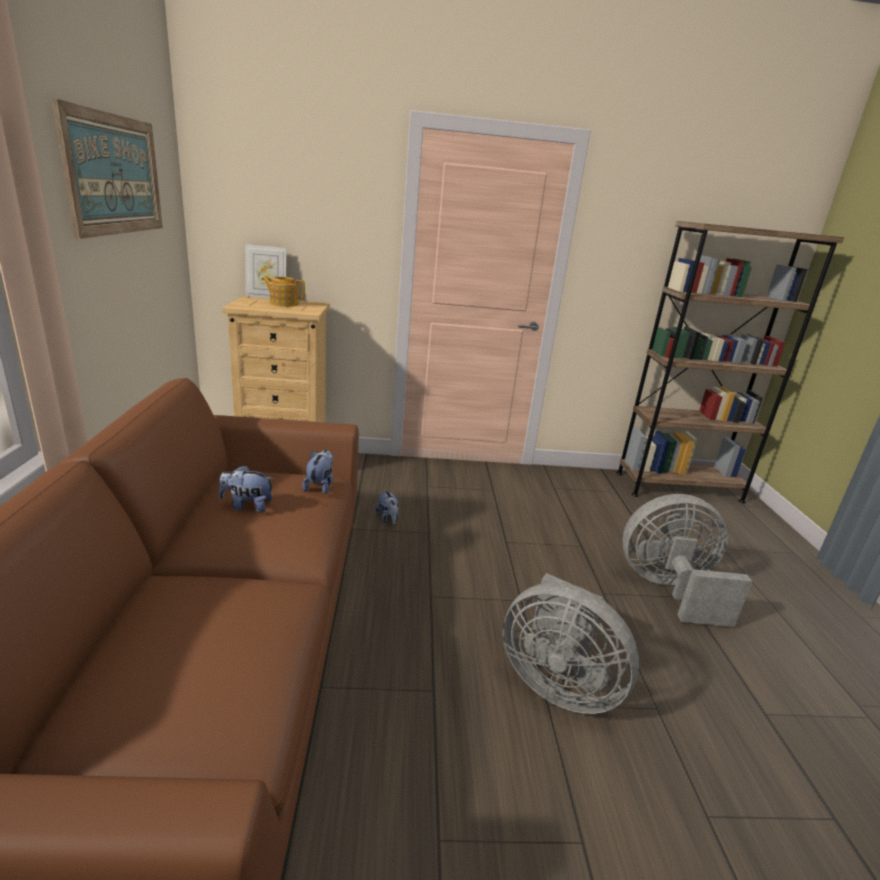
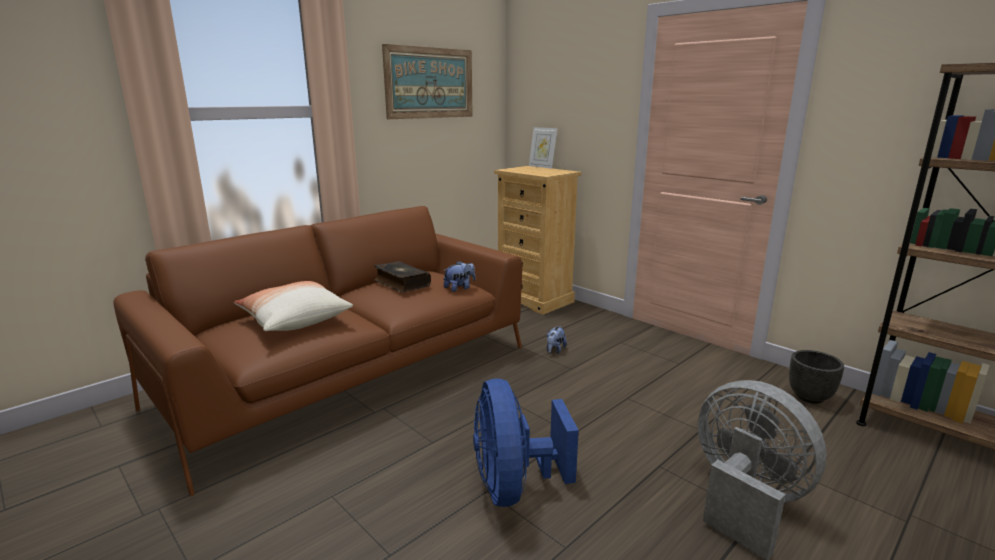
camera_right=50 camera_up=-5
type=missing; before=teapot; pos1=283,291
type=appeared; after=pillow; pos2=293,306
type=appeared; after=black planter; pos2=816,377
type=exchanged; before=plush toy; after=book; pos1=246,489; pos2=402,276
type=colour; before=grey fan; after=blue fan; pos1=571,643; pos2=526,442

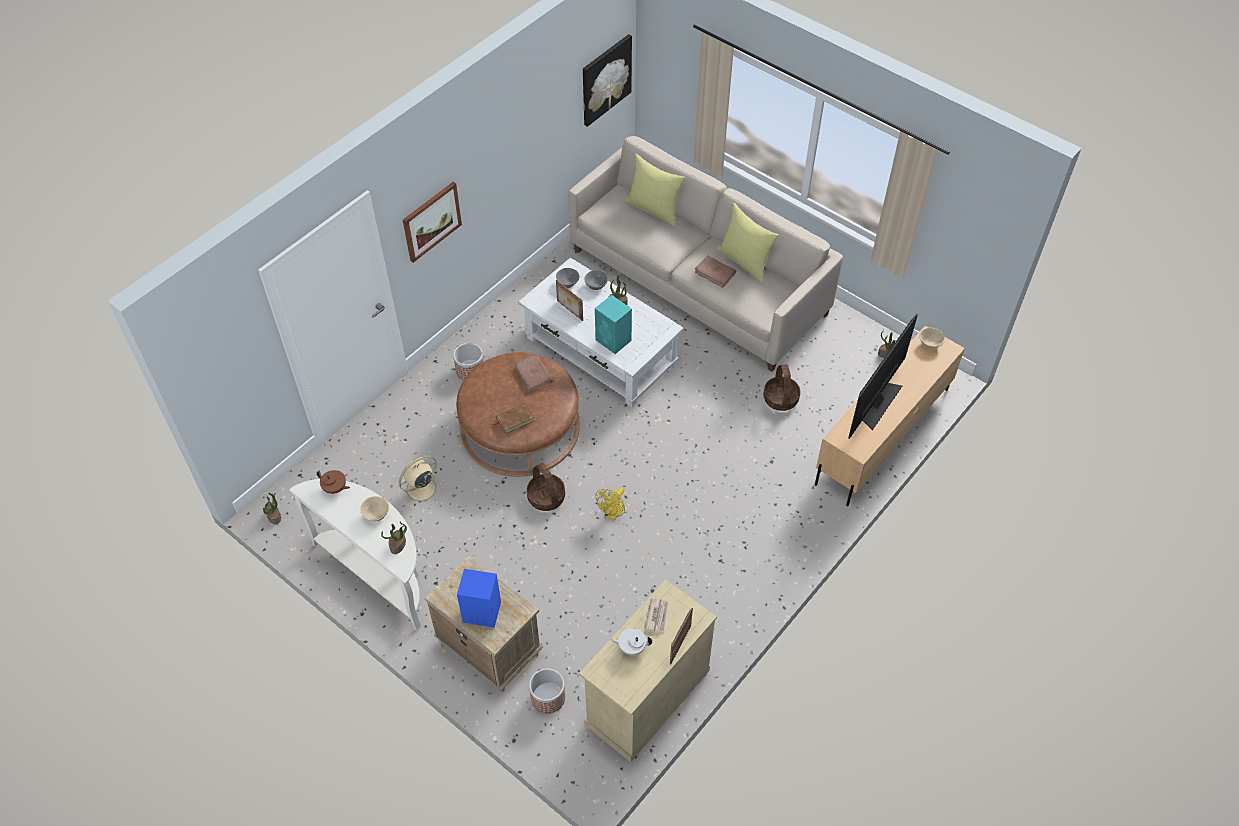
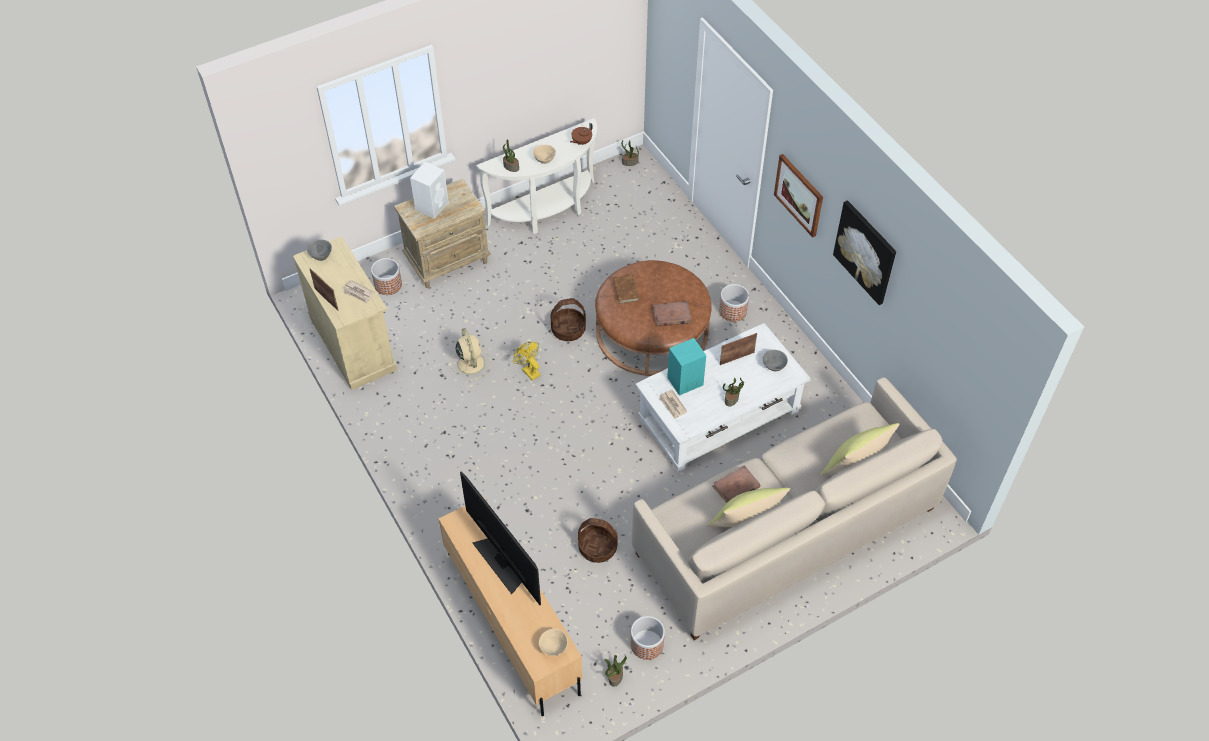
camera_right=110 camera_up=0
type=missing; before=white teapot; pos1=631,641
type=appeared; after=planter; pos2=647,638
type=appeared; after=newspaper; pos2=673,404
type=relocated; before=beige fan; pos1=421,482; pos2=470,354
type=relocated; before=picture; pos1=607,80; pos2=864,252
type=relocated; before=grey bowl; pos1=596,280; pos2=319,250
type=colour; before=blue speaker; after=white speaker; pos1=479,598; pos2=429,190

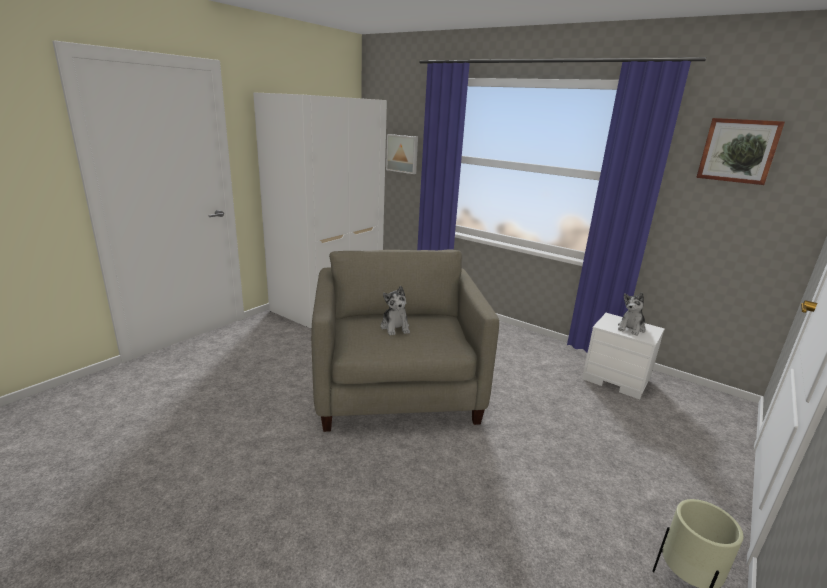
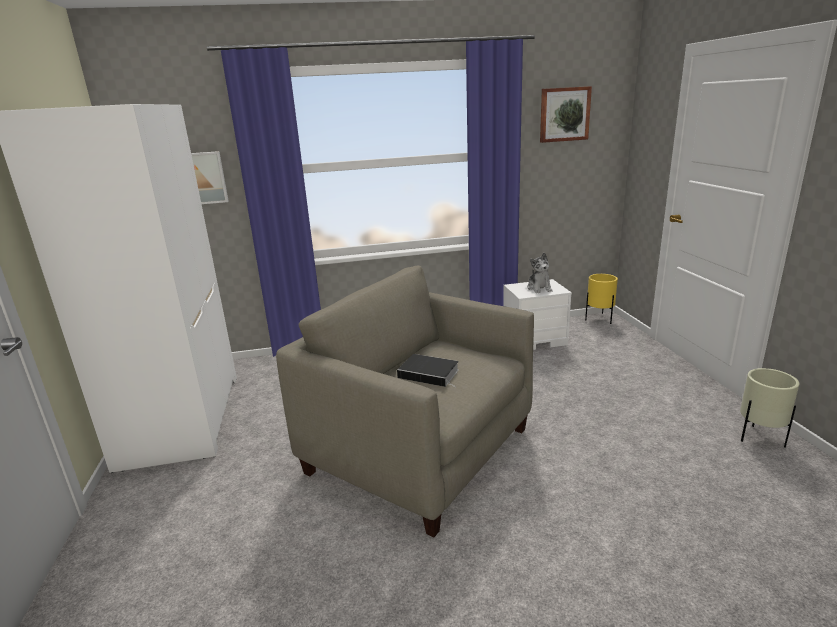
camera_right=-45 camera_up=0
type=appeared; after=yellow planter; pos2=601,299
type=exchanged; before=plush toy; after=book; pos1=395,310; pos2=428,370

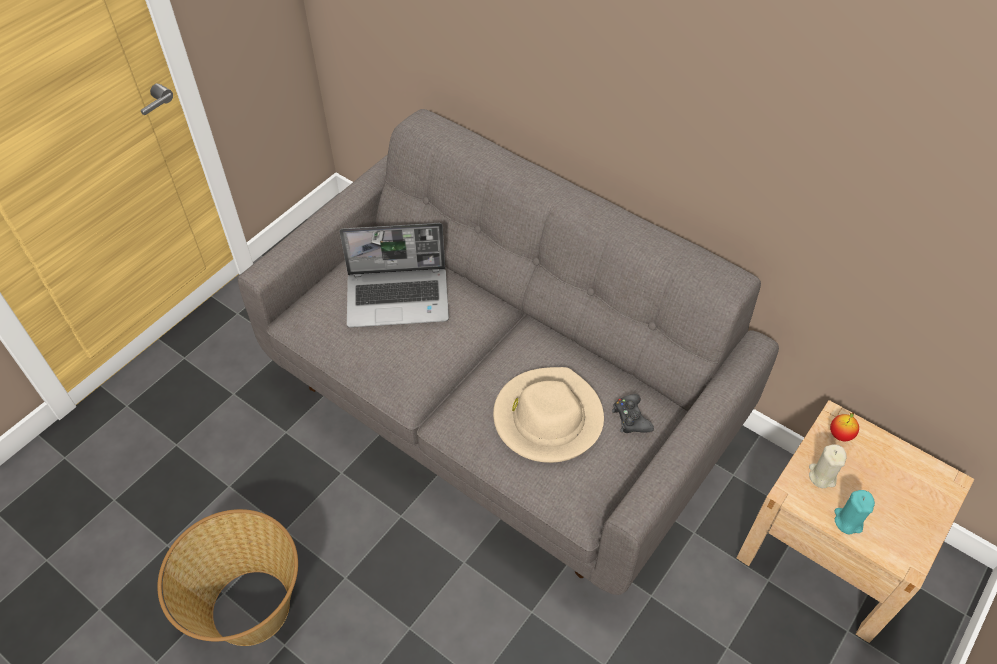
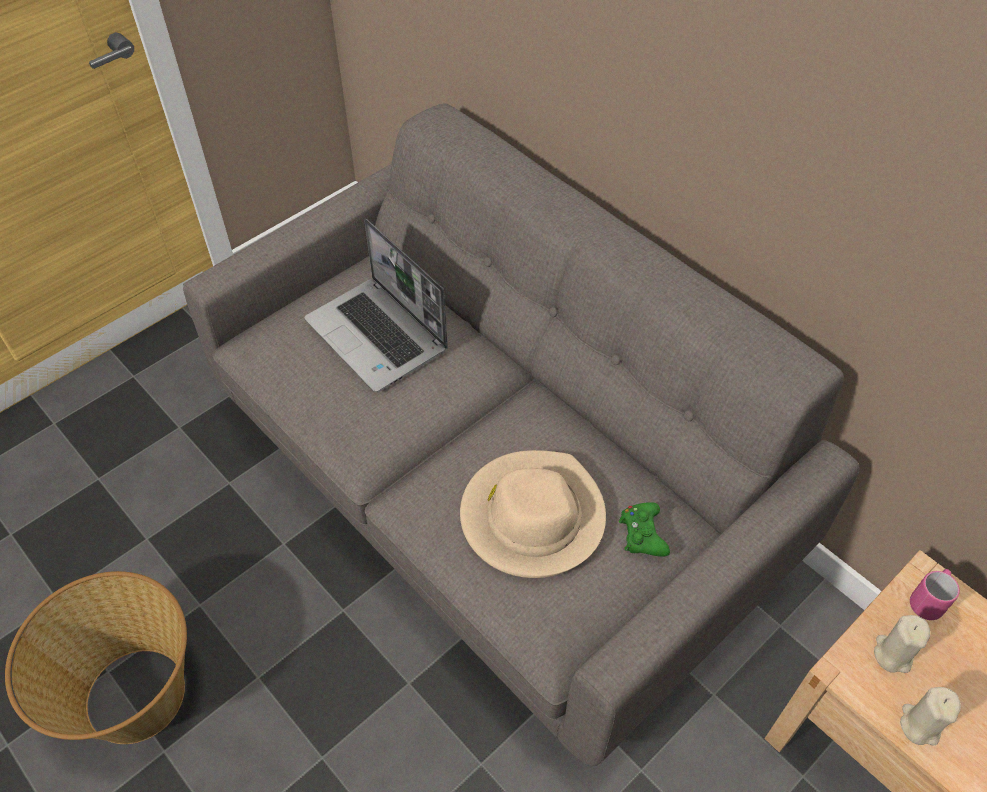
camera_right=10 camera_up=0
type=exchanged; before=apple; after=pink mug; pos1=844,427; pos2=935,594
type=colour; before=black game controller; after=green game controller; pos1=633,413; pos2=644,529
type=colour; before=turquoise candle; after=beige candle; pos1=855,512; pos2=930,716
type=spun; before=laptop; pos1=394,275; pos2=376,305; turn=45

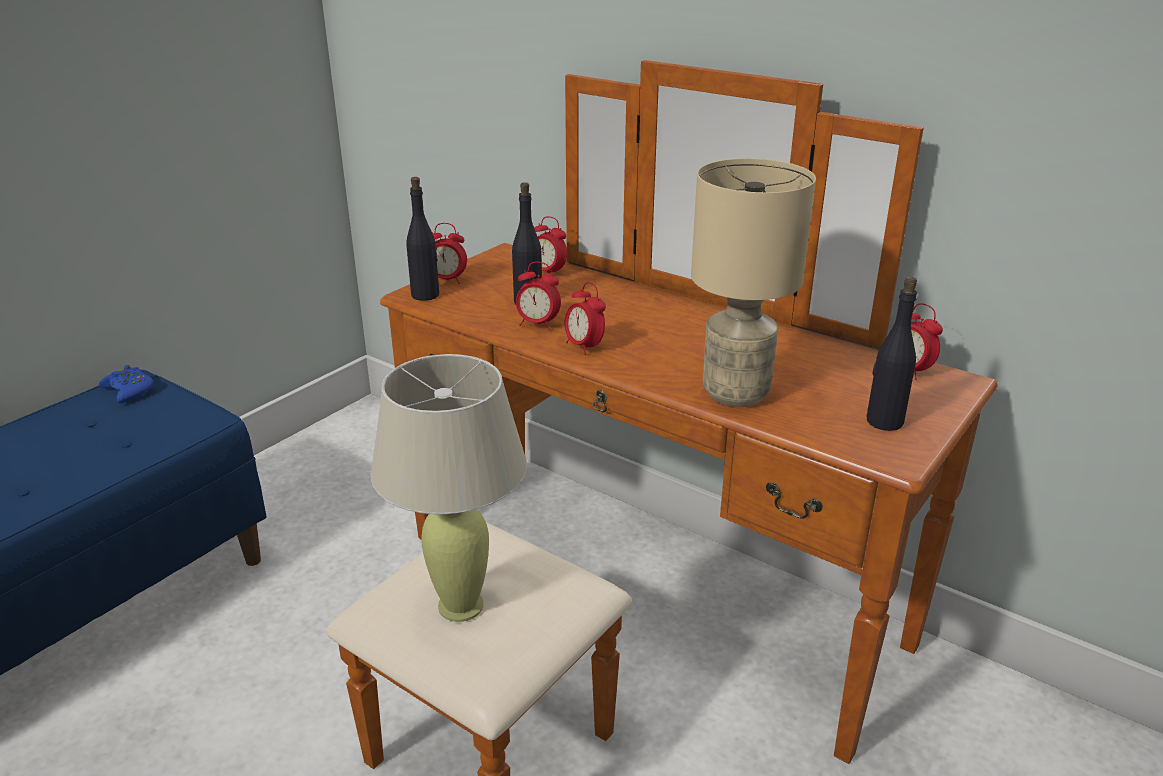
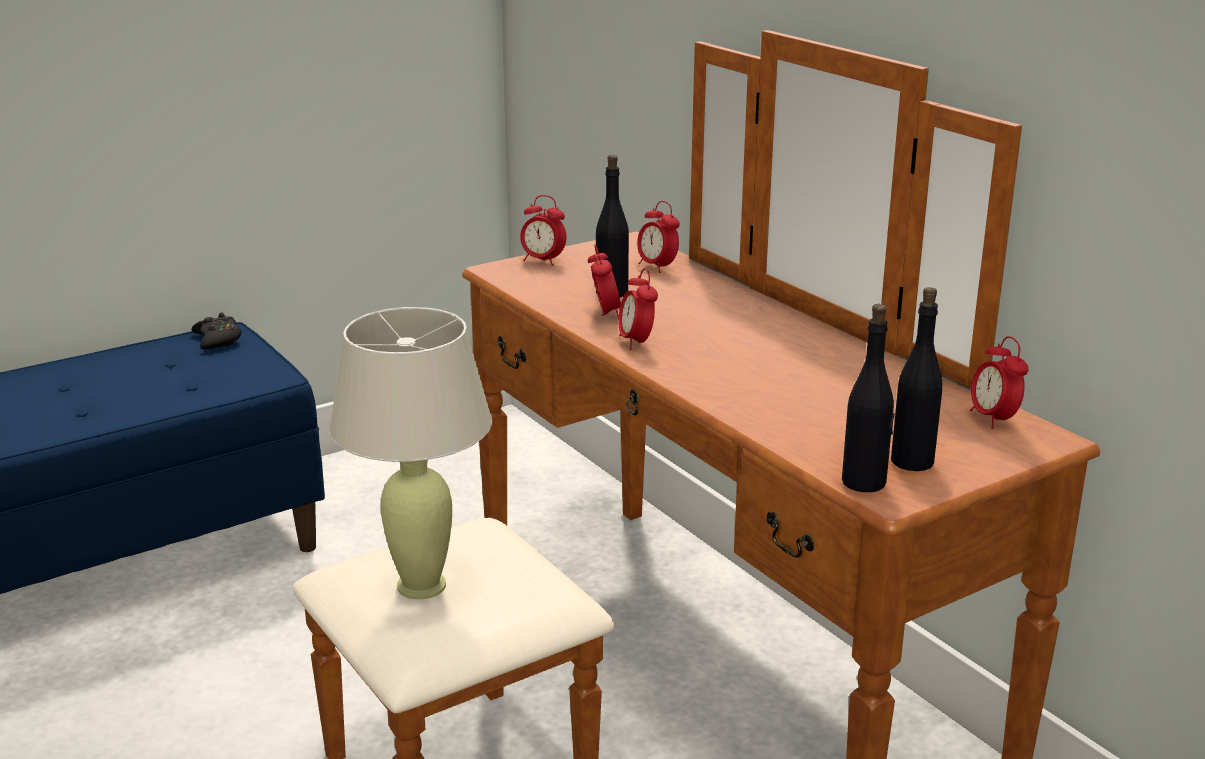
camera_right=20 camera_up=-5
type=missing; before=beige table lamp; pos1=753,282
type=relocated; before=black bottle; pos1=422,239; pos2=868,398
type=colour; before=blue game controller; after=black game controller; pos1=126,384; pos2=216,330
type=spun; before=alarm clock; pos1=538,296; pos2=604,281; turn=-135

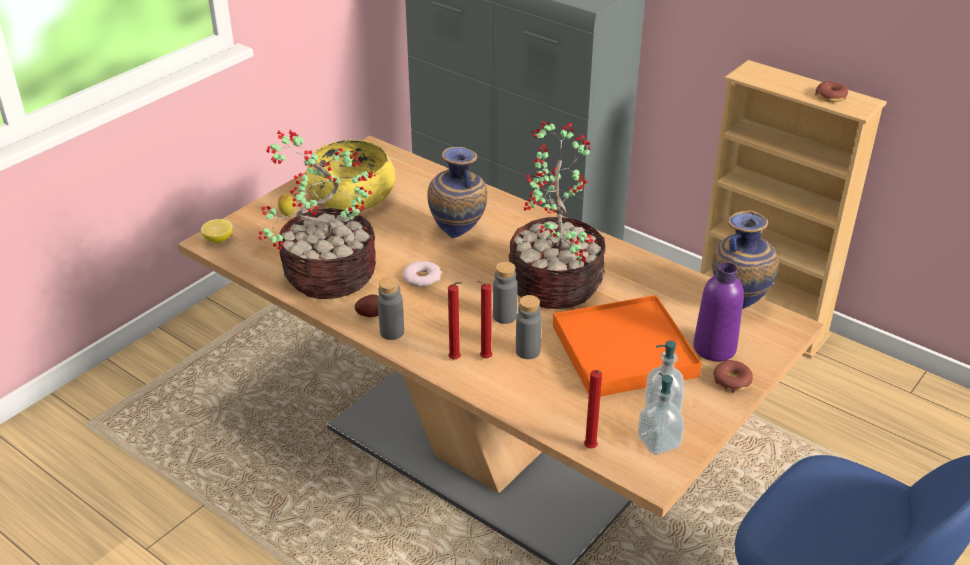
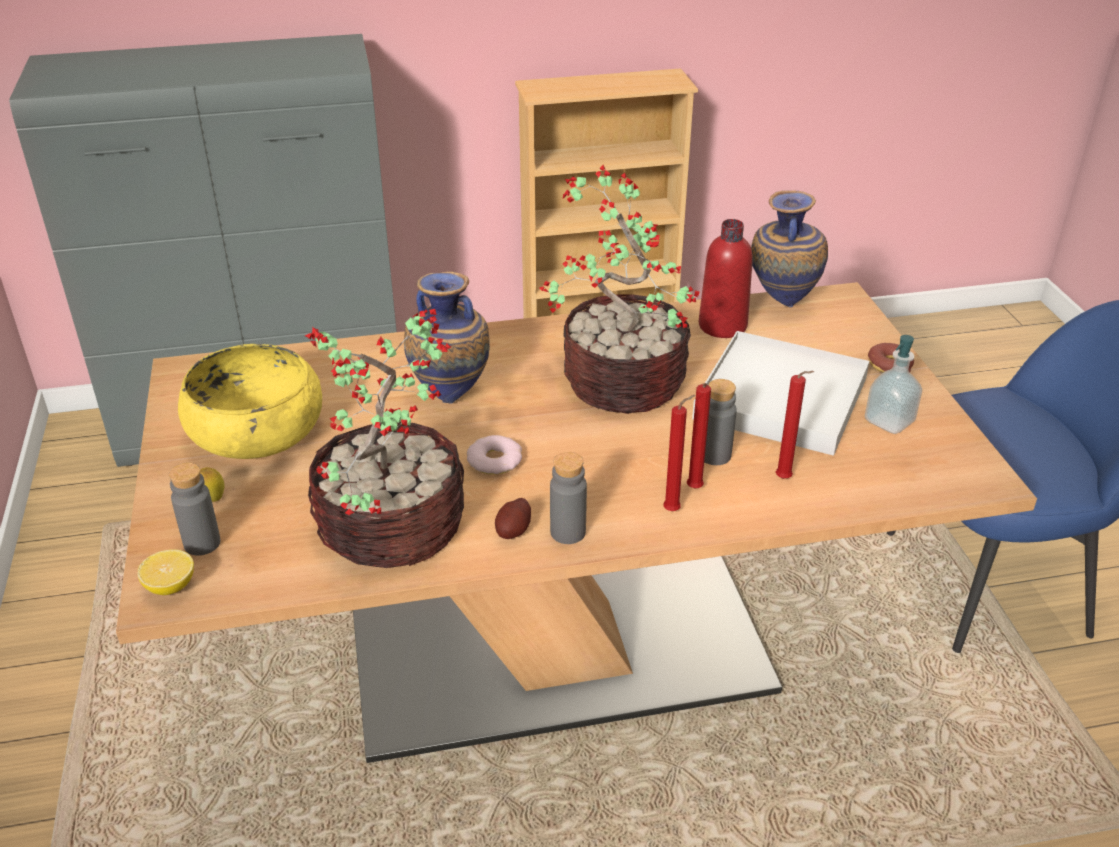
camera_right=-50 camera_up=0
type=missing; before=soap dispenser; pos1=661,414
type=missing; before=purple bottle; pos1=718,311
type=missing; before=donut; pos1=831,91
type=appeared; after=red bottle; pos2=726,278
type=relocated; before=grey bottle; pos1=505,292; pos2=195,509
type=relocated; before=red candle; pos1=593,409; pos2=795,425
type=colour; before=orange tray; after=white tray; pos1=627,346; pos2=780,393

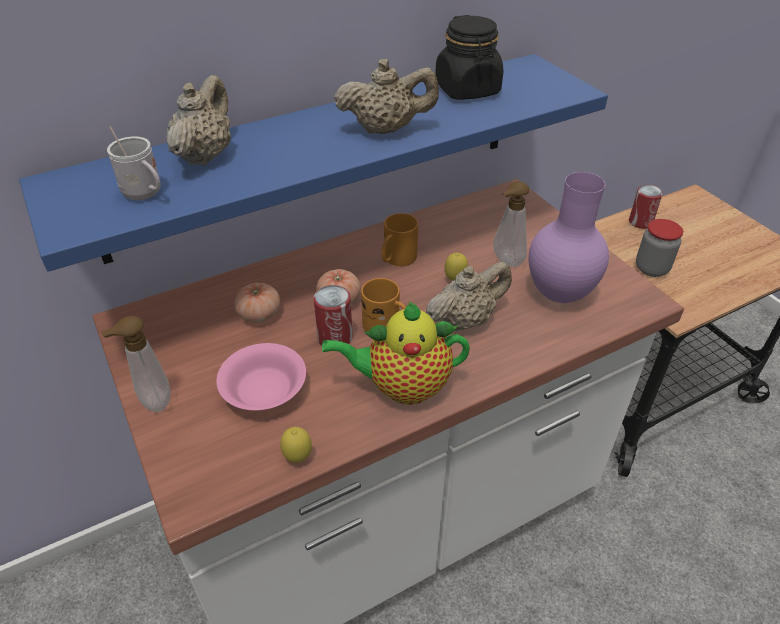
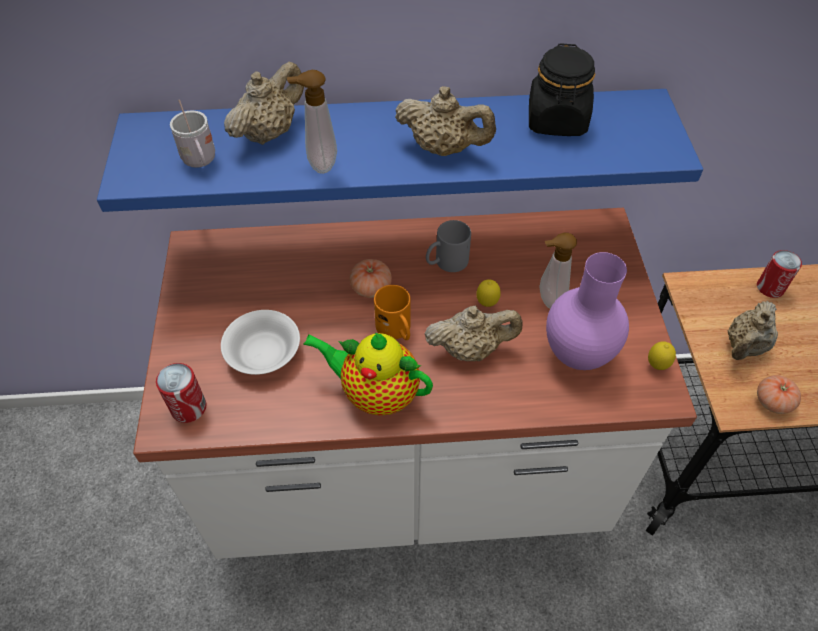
camera_right=25 camera_up=10
type=relocated; before=soap dispenser; pos1=136,364; pos2=312,122
type=relocated; before=tomato; pos1=257,303; pos2=779,394
type=relocated; before=lemon; pos1=296,445; pos2=662,355
type=relocated; before=can; pos1=333,315; pos2=181,393
type=exchanged; before=jar; after=beige teapot; pos1=659,248; pos2=753,330
type=colour; before=pink bowl; after=white bowl; pos1=261,377; pos2=260,342
type=colour; before=orange mug; after=grey mug; pos1=400,239; pos2=448,246

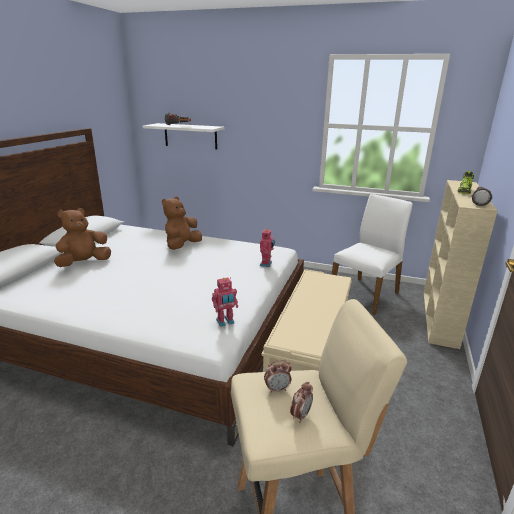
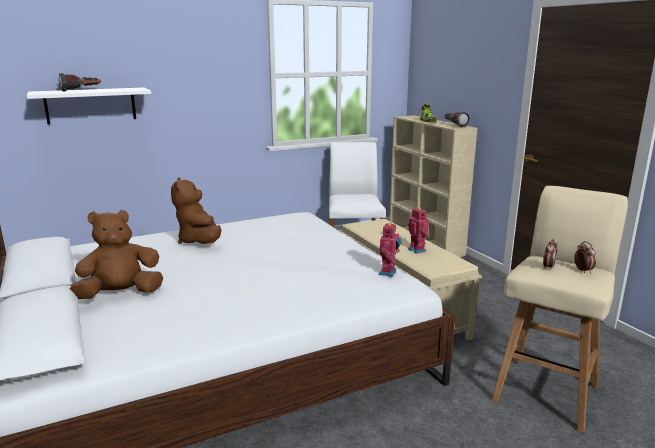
camera_right=-45 camera_up=-5
type=relocated; before=toy robot; pos1=267,247; pos2=419,230
type=spun; before=brown plush toy; pos1=82,237; pos2=116,254; turn=60

